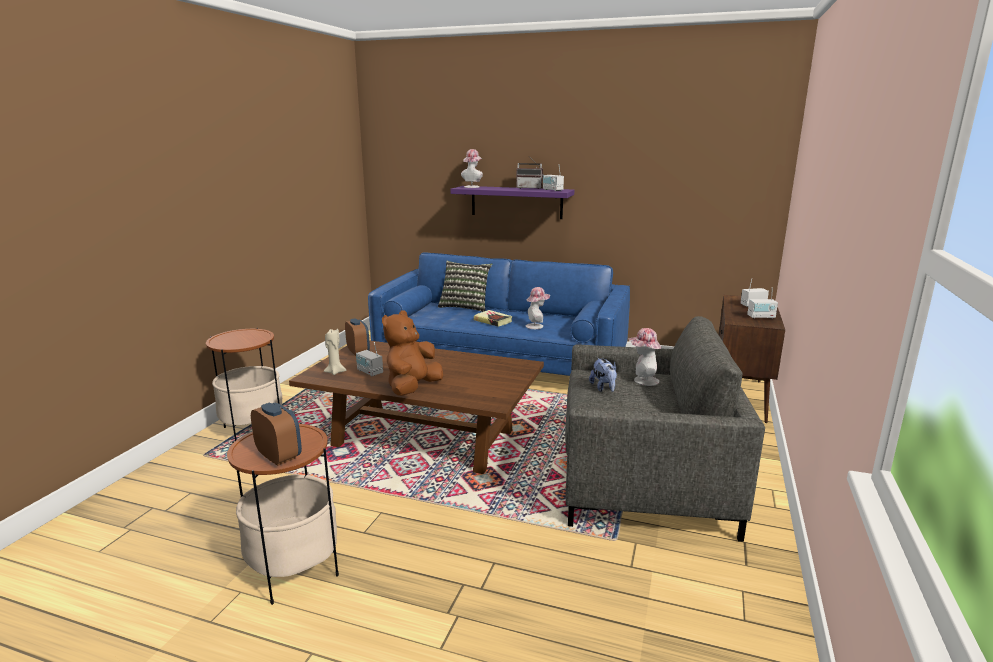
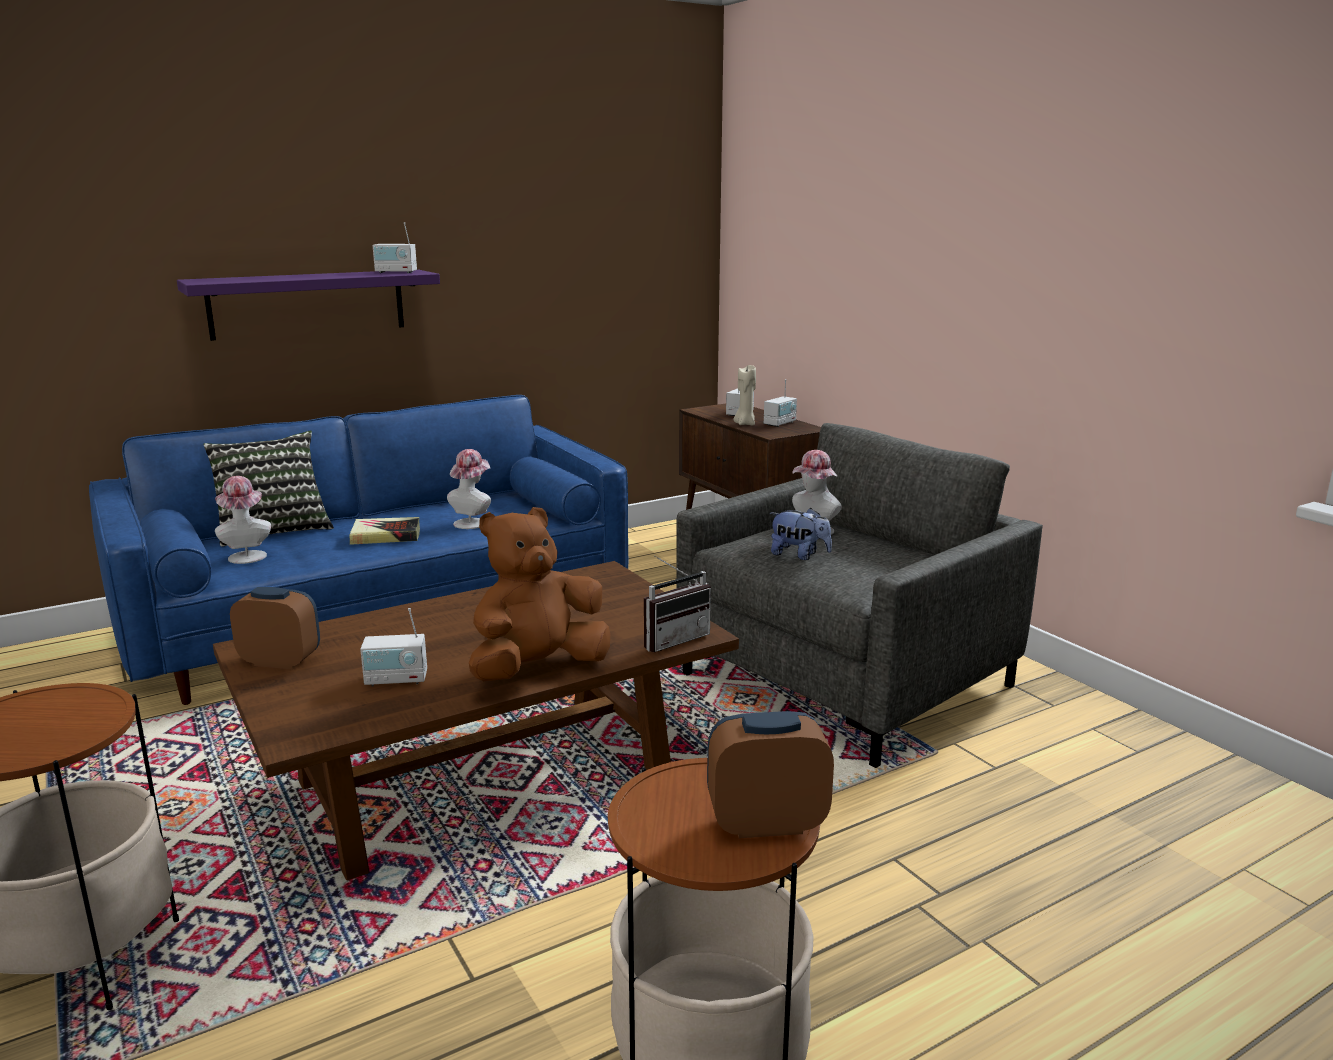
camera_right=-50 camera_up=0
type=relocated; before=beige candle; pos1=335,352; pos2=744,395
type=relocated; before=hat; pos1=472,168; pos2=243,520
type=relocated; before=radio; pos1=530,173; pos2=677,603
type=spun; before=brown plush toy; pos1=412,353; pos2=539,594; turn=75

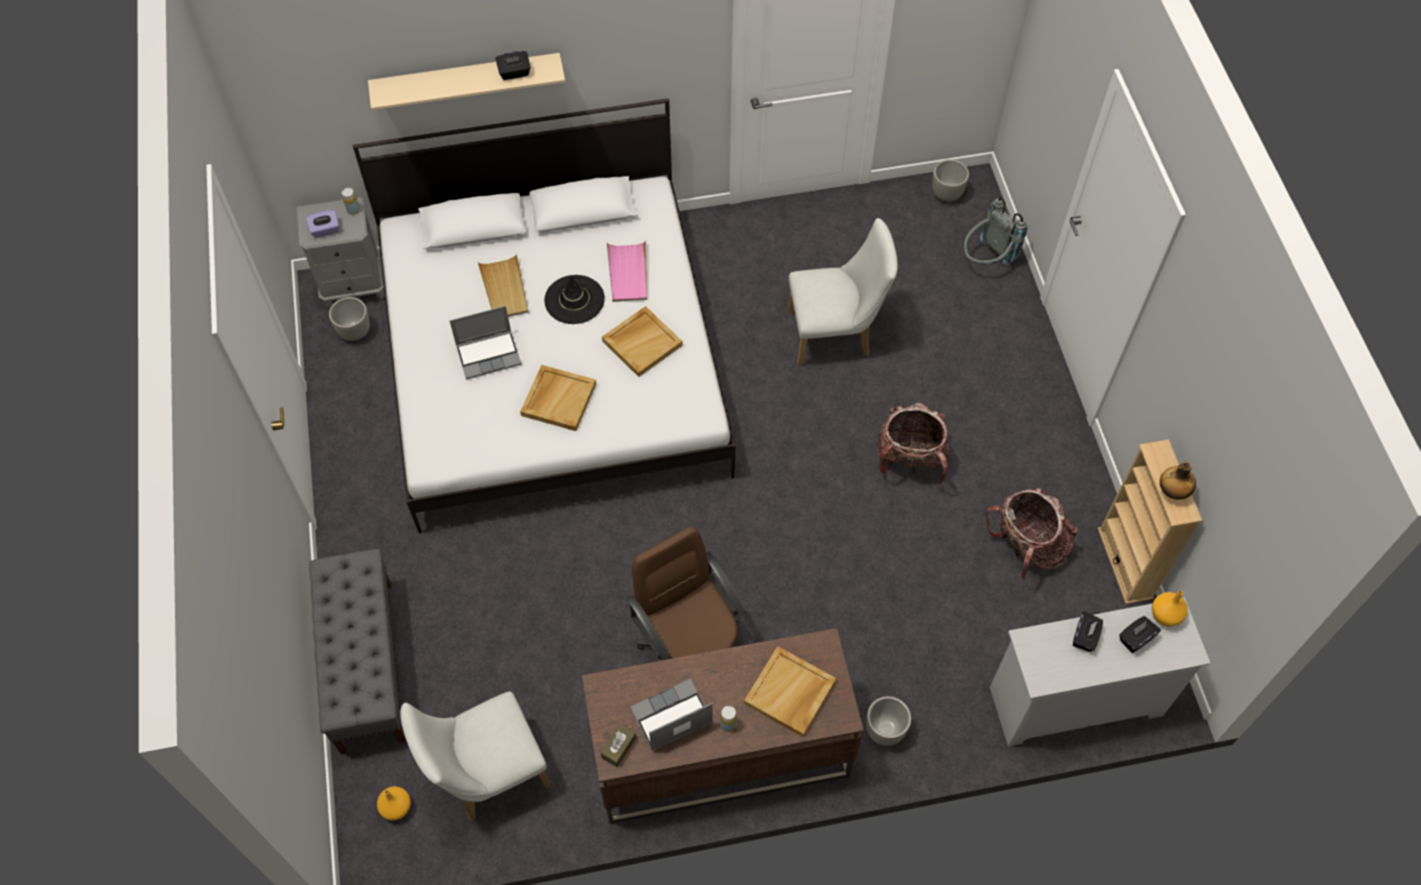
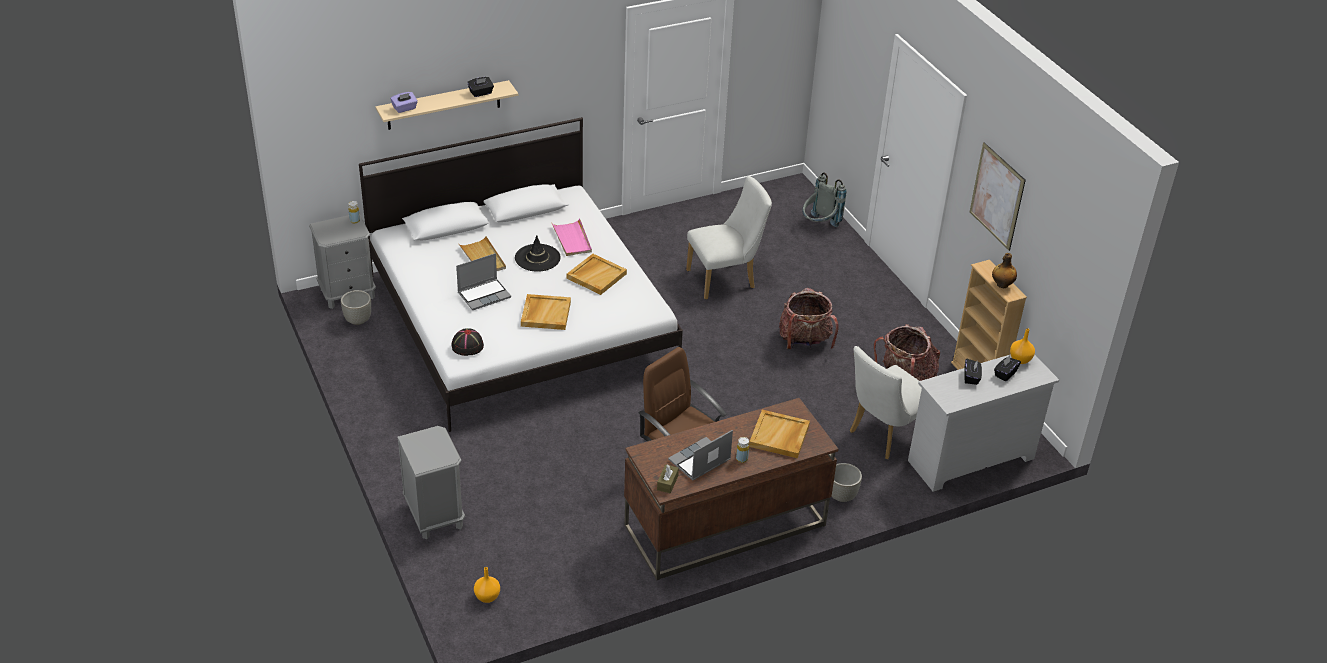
camera_right=-15 camera_up=-20
type=missing; before=grey planter; pos1=950,180
type=appeared; after=black hat; pos2=467,342
type=appeared; after=picture; pos2=998,196
type=relocated; before=purple tissue box; pos1=322,224; pos2=404,102
type=relocated; before=white chair; pos1=475,756; pos2=886,402
type=exchanged; before=grey bench; after=grey nightstand; pos1=358,651; pos2=431,482

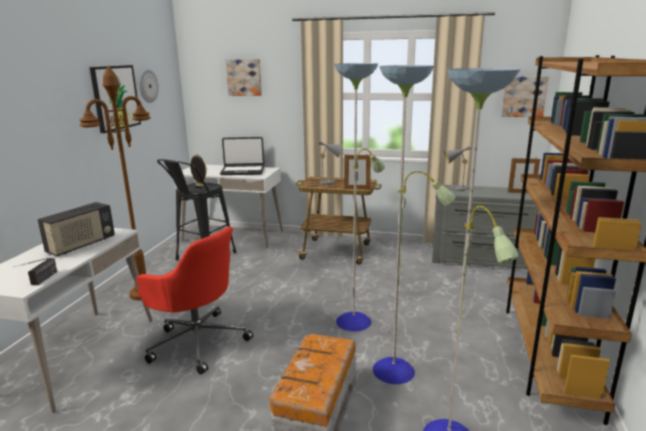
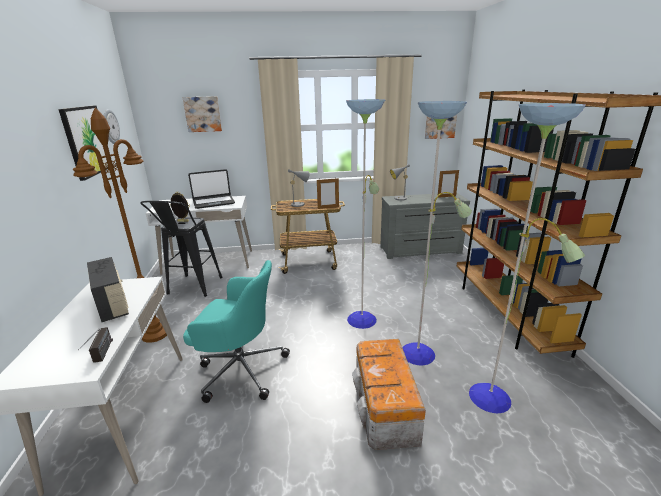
camera_right=-20 camera_up=5
type=colour; before=red office chair; after=turquoise office chair; pos1=194,300; pos2=236,331
type=spun; before=radio; pos1=76,229; pos2=108,289; turn=-45

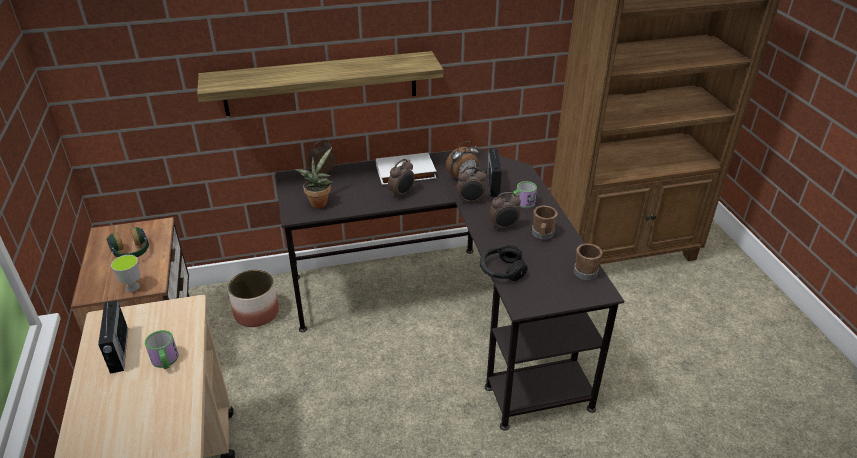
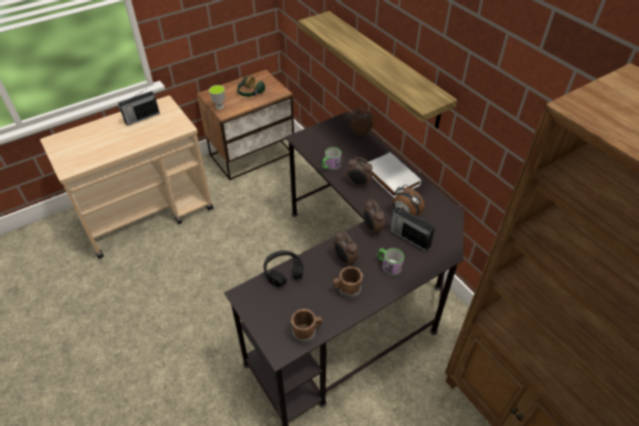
camera_right=70 camera_up=10
type=missing; before=planter; pos1=253,298
type=missing; before=potted plant; pos1=313,177
type=relocated; before=mug; pos1=161,349; pos2=331,158
type=spun; before=radio; pos1=494,172; pos2=412,229; turn=-120

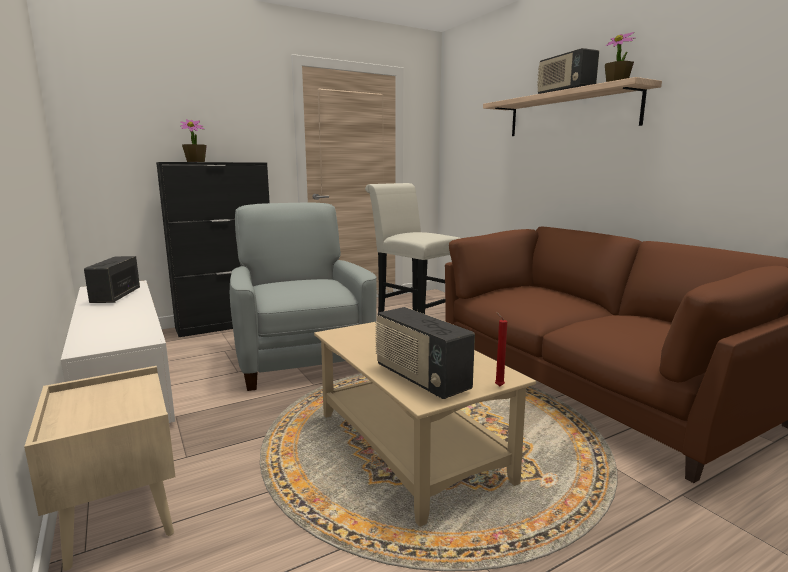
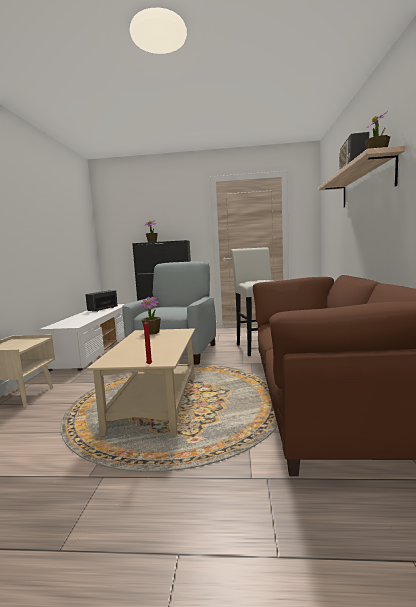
camera_right=35 camera_up=-5
type=missing; before=radio; pos1=425,353
type=appeared; after=potted plant; pos2=150,315

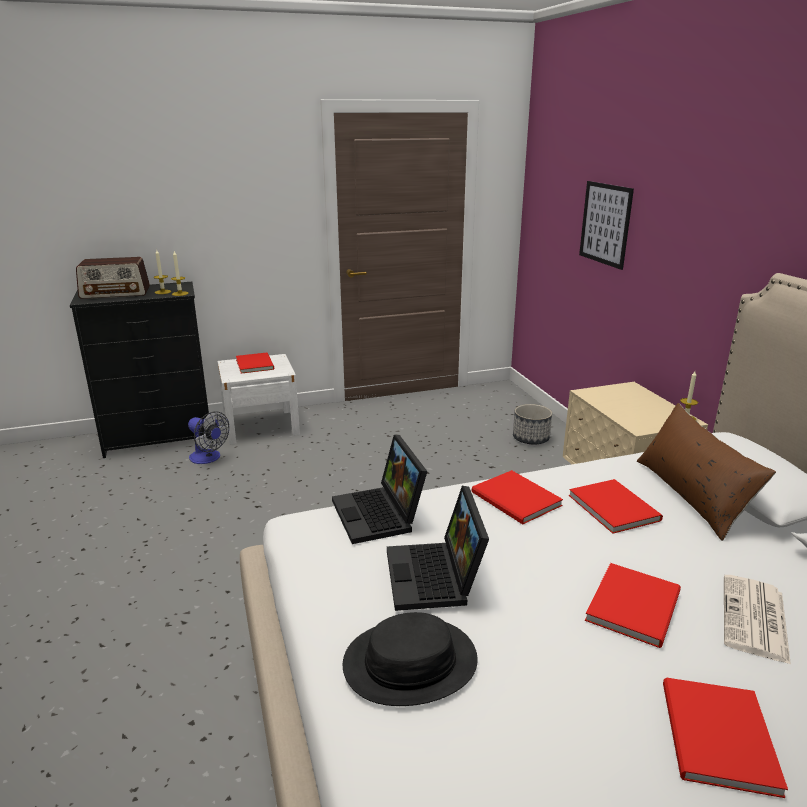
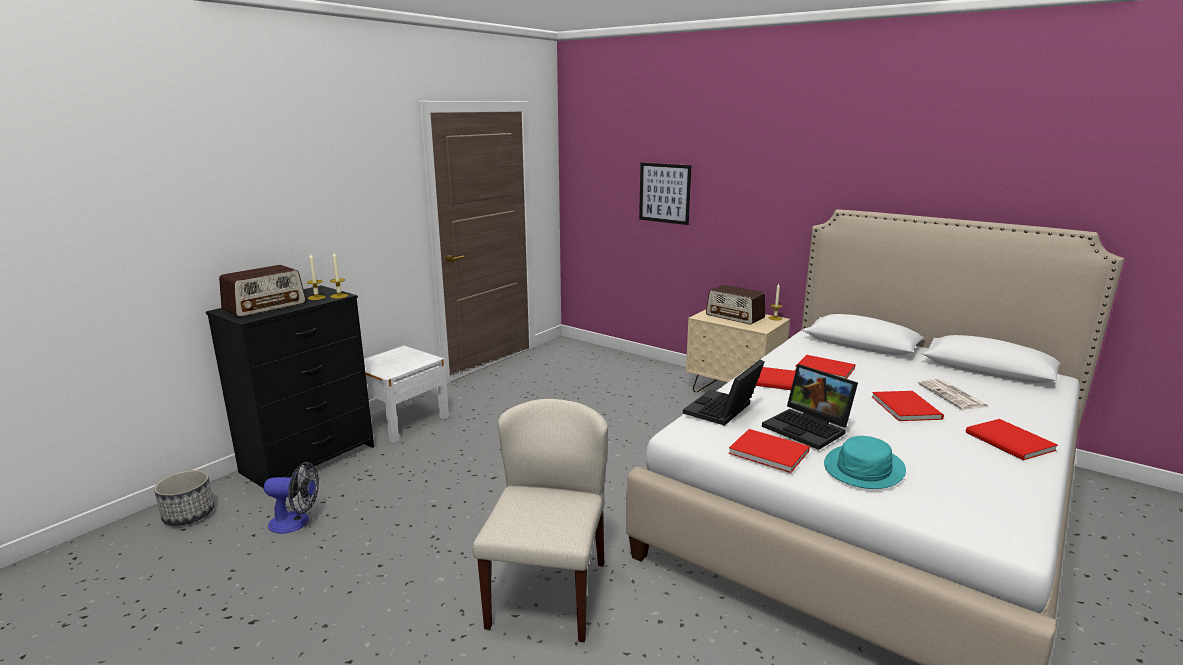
camera_right=-35 camera_up=-5
type=missing; before=brown pillow; pos1=706,472
type=appeared; after=beige chair; pos2=540,520
type=appeared; after=radio; pos2=735,304
type=relocated; before=fan; pos1=208,437; pos2=291,498
type=relocated; before=red book; pos1=255,362; pos2=769,451
type=relocated; before=planter; pos1=532,424; pos2=184,498
type=colour; before=black hat; after=turquoise hat; pos1=410,659; pos2=865,462
type=spun; before=laptop; pos1=379,489; pos2=724,393; turn=90

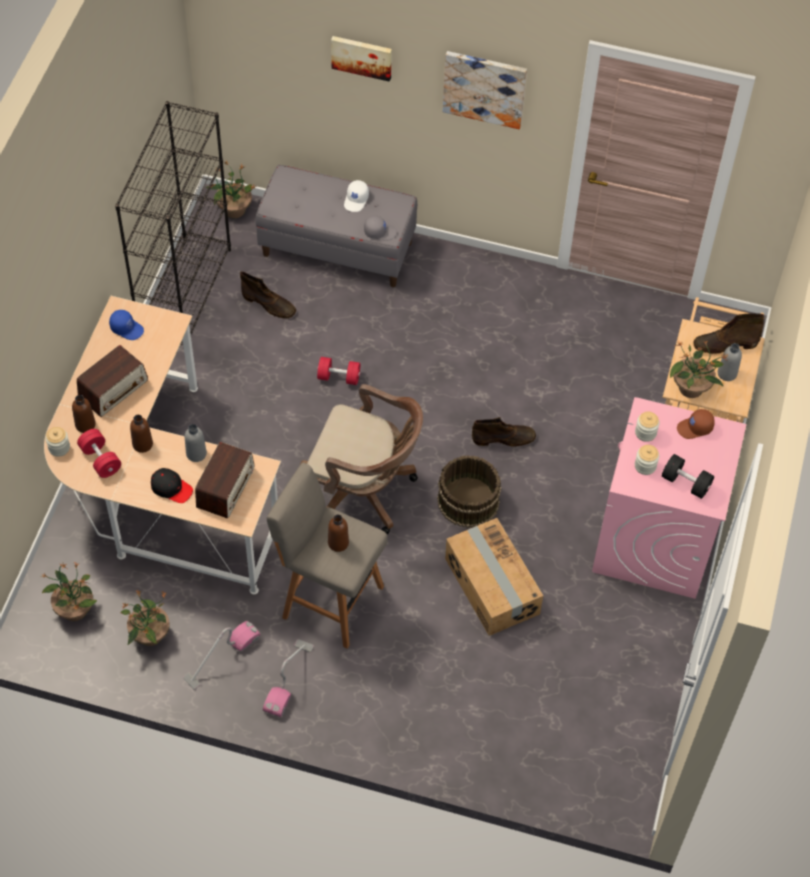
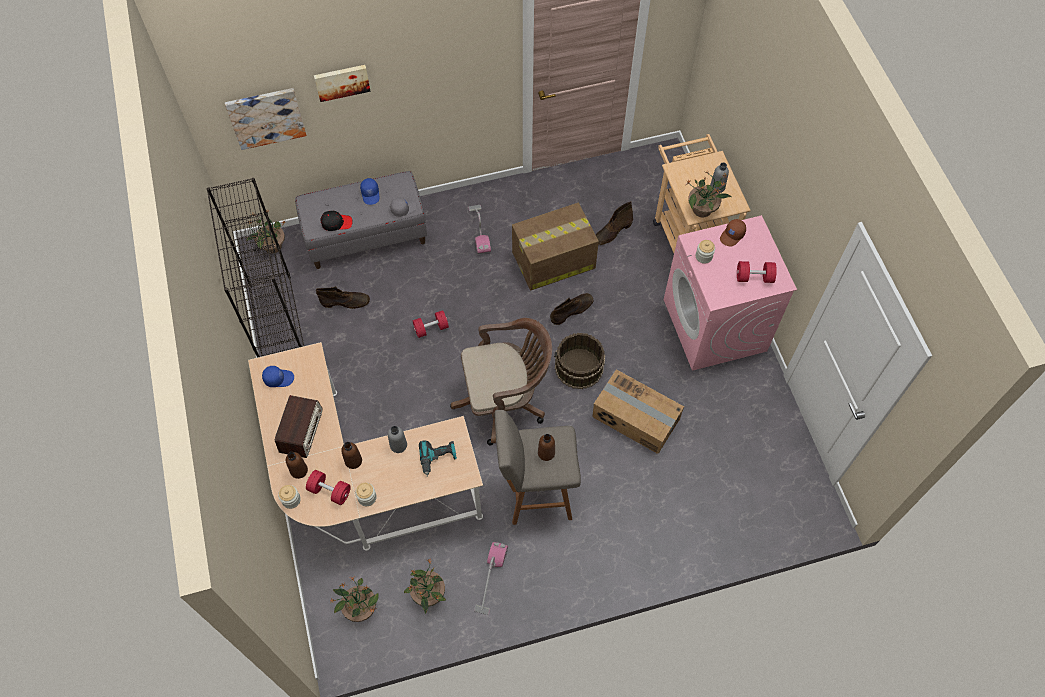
camera_right=-30 camera_up=5
type=appeared; after=cardboard box; pos2=555,247
type=relocated; before=black cap; pos1=172,485; pos2=336,221
type=relocated; before=vacuum cleaner; pos1=288,678; pos2=479,229
type=relocated; before=picture; pos1=485,90; pos2=266,119
type=relocated; before=jar; pos1=647,460; pos2=366,494
type=relocated; before=brown boot; pos1=728,333; pos2=614,223
type=exchanged; before=radio; after=power drill; pos1=225,480; pos2=438,458
type=colour; before=white cap; after=blue cap; pos1=356,196; pos2=370,191
type=colour; before=black dumbbell; after=red dumbbell; pos1=688,476; pos2=757,272

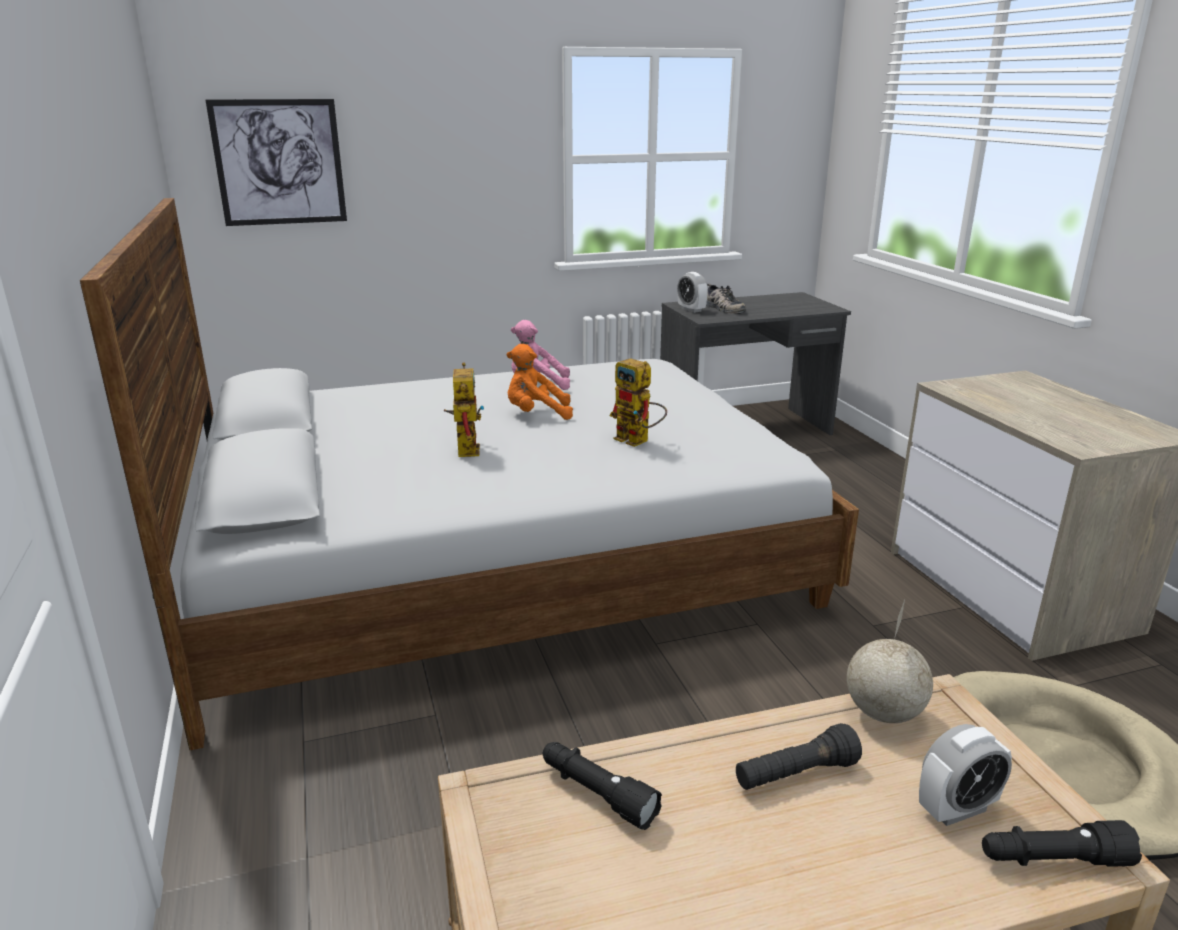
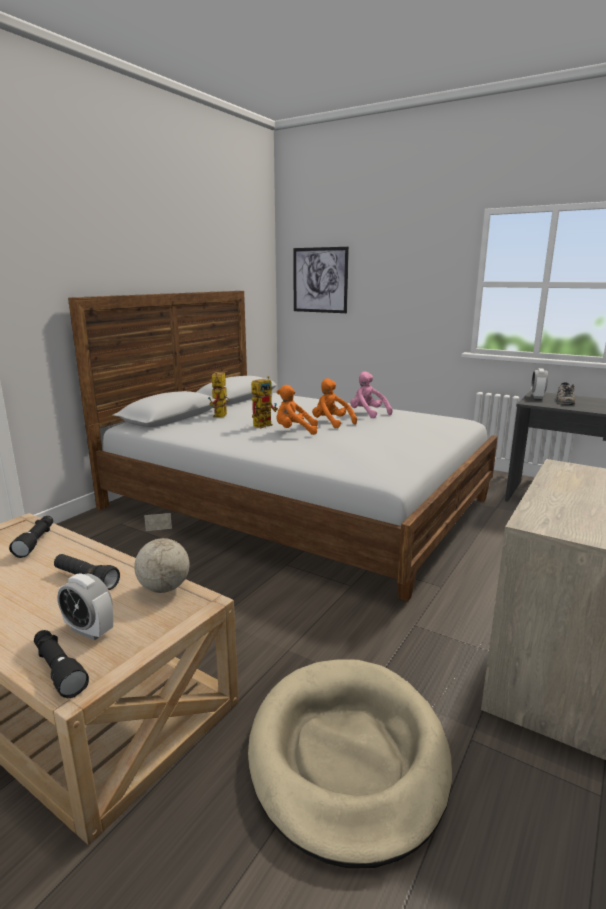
camera_right=50 camera_up=-5
type=appeared; after=orange plush toy; pos2=297,410
type=relocated; before=toy robot; pos1=638,402; pos2=218,395

